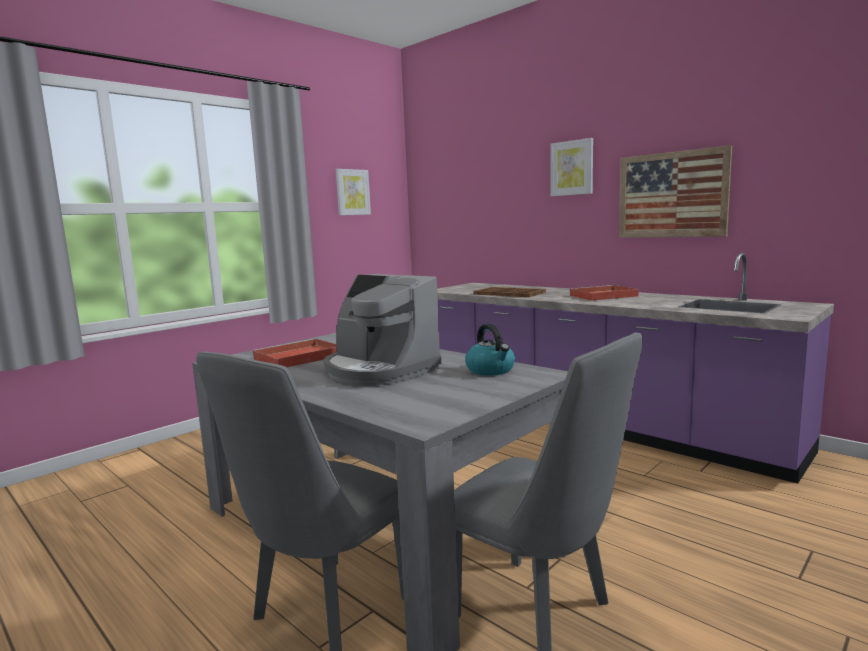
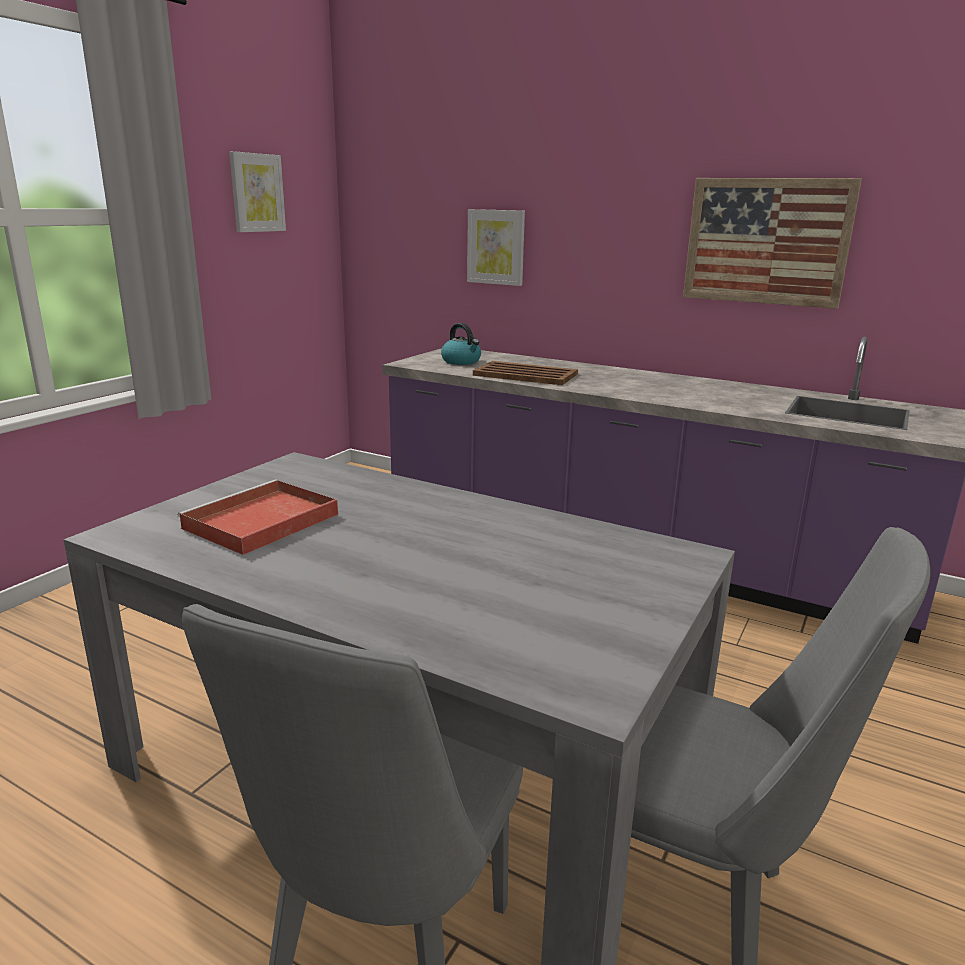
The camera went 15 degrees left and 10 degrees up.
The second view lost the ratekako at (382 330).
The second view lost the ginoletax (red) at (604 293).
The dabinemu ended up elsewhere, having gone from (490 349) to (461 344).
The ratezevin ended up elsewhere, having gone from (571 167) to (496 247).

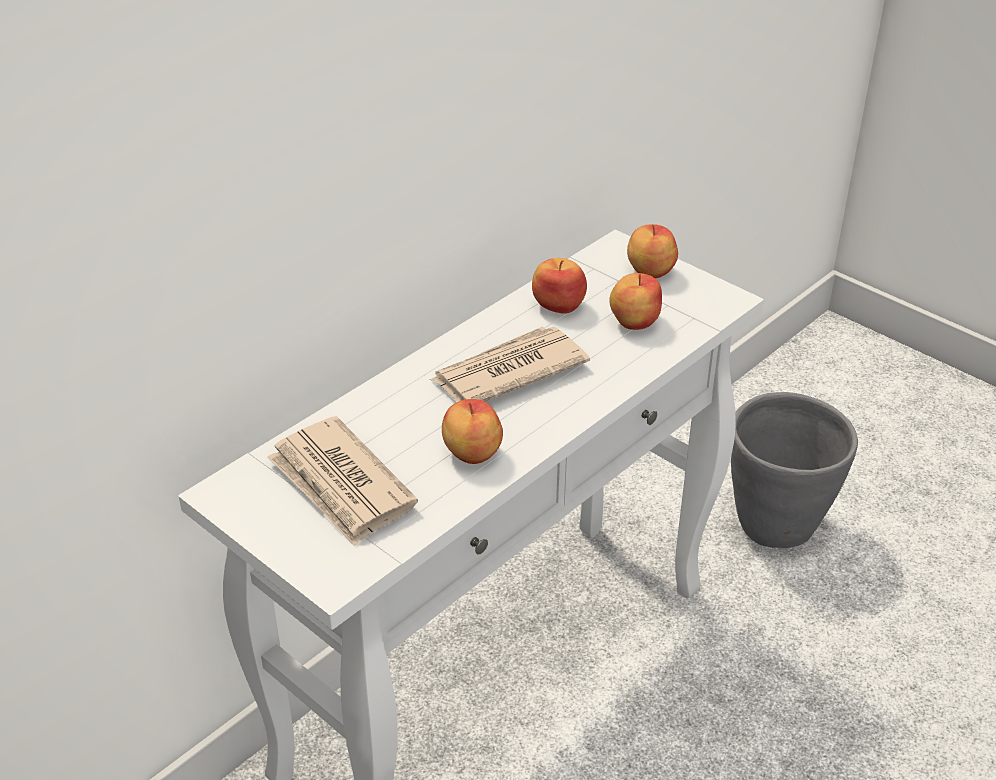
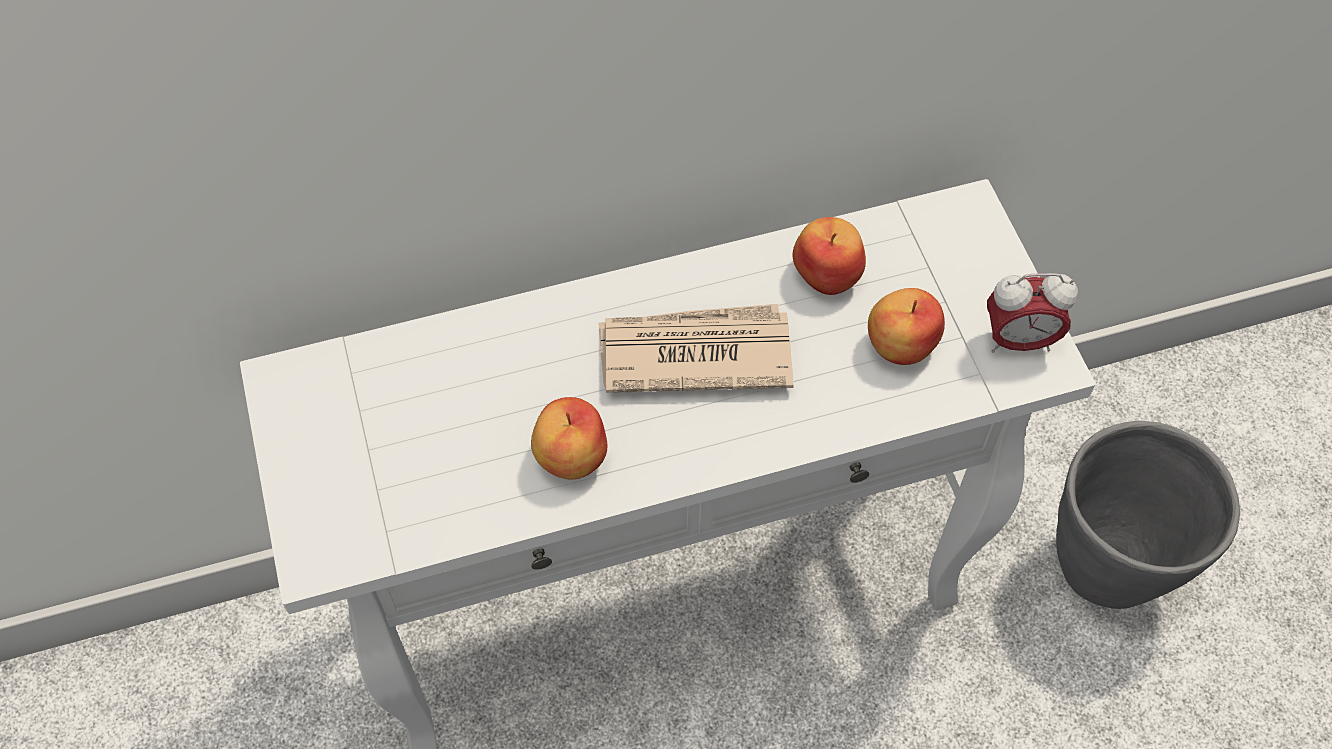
The camera went 30 degrees right and 20 degrees up.
The second view lost the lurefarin at (343 481).
The second view lost the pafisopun at (652 251).
The second view gained the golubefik at (1032 313).

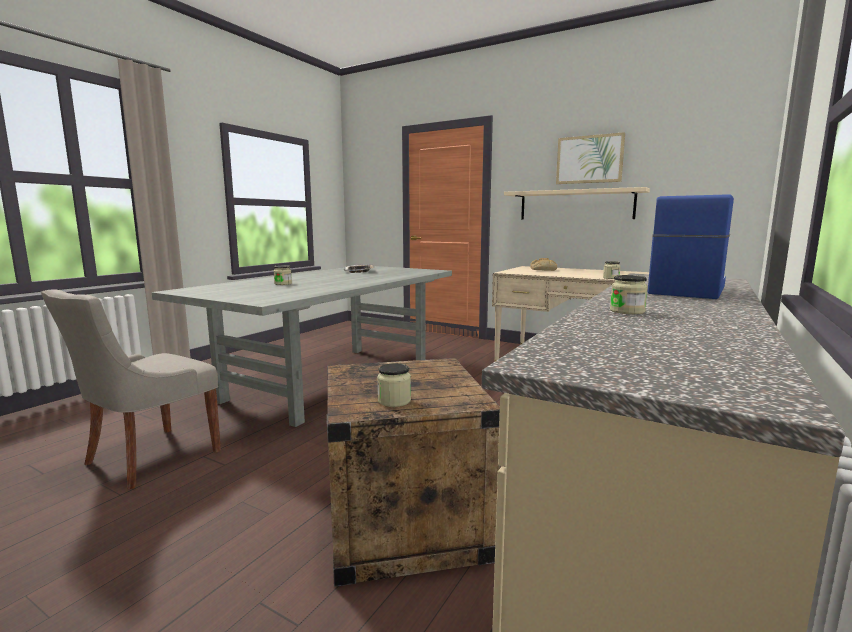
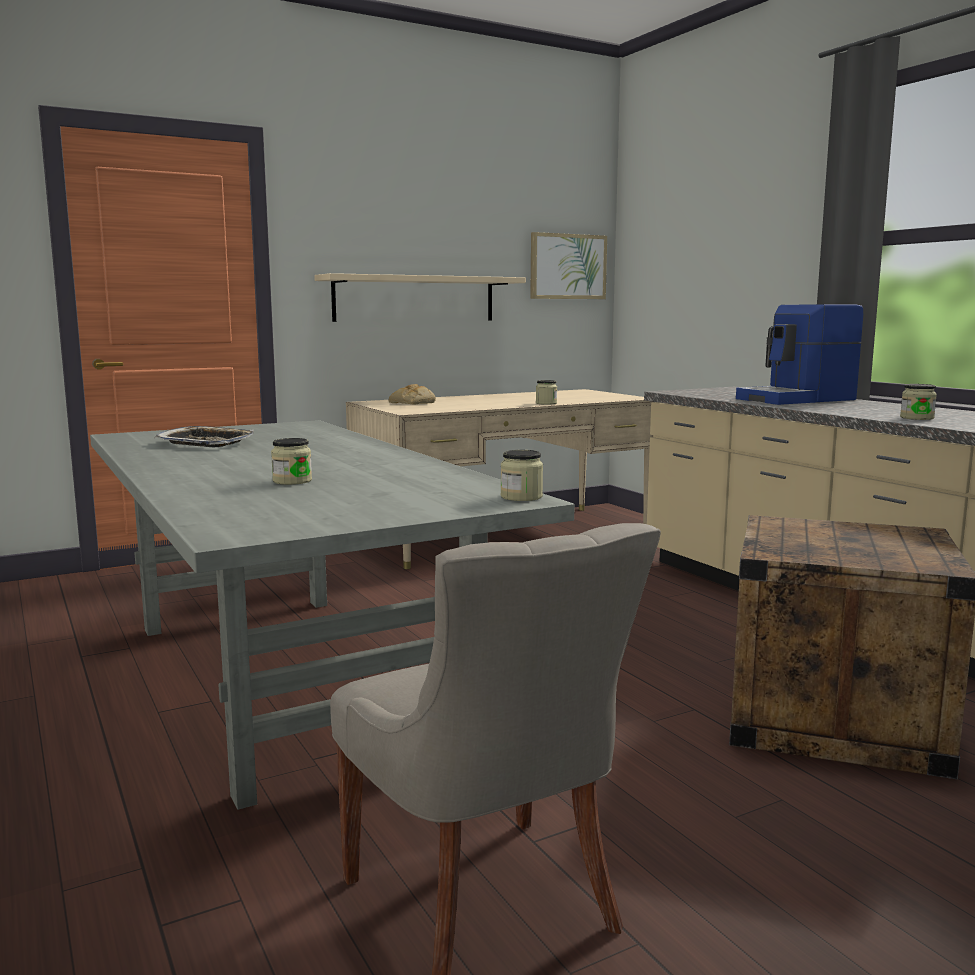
The camera went 60 degrees left and 0 degrees up.
The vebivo ended up elsewhere, having gone from (394 385) to (522 475).
The ratezevin ended up elsewhere, having gone from (590 158) to (568 265).
The ratekako at (690 246) ended up facing another way, 90 degrees counterclockwise from before.

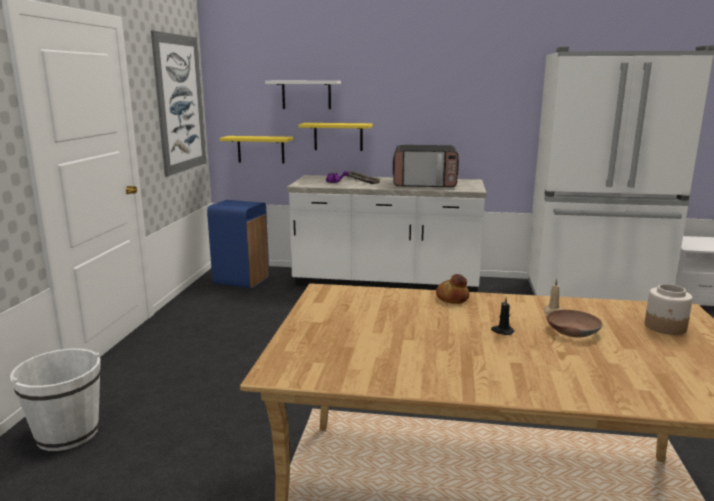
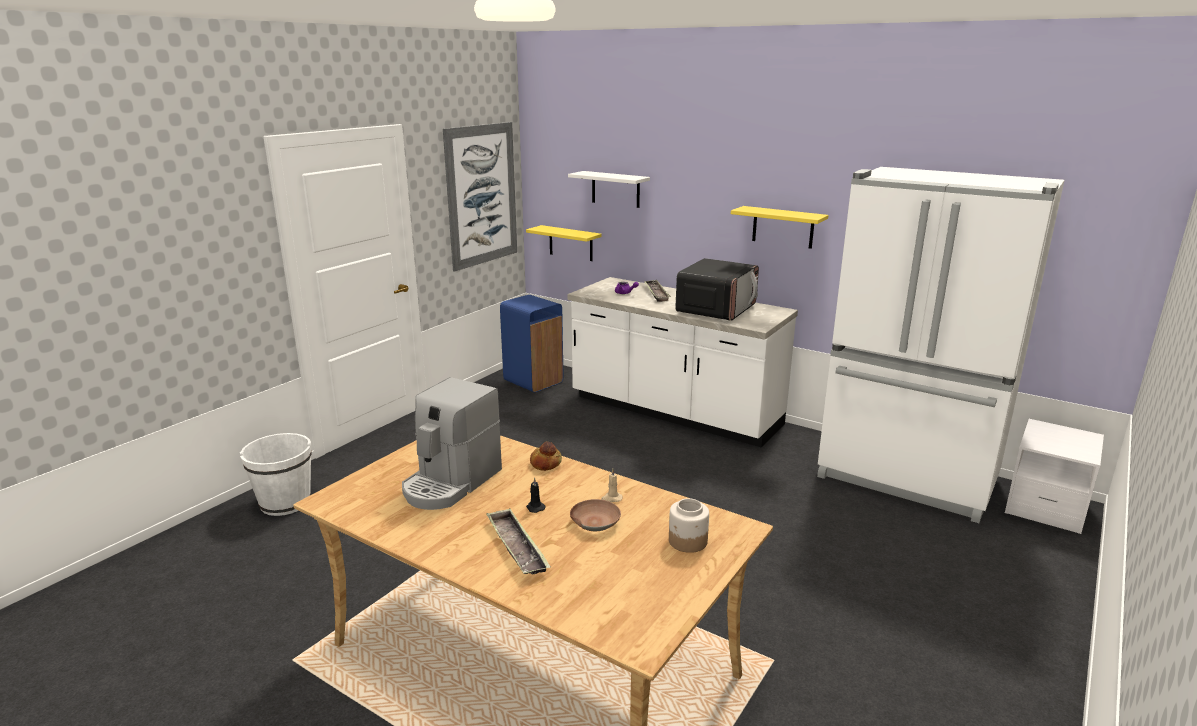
The camera went 25 degrees right and 5 degrees up.
The second view gained the ratekako at (452 443).
The second view gained the ginoletax at (518 541).
The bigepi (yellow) ended up elsewhere, having gone from (336 137) to (779 227).
The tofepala at (426 166) ended up facing another way, 90 degrees counterclockwise from before.

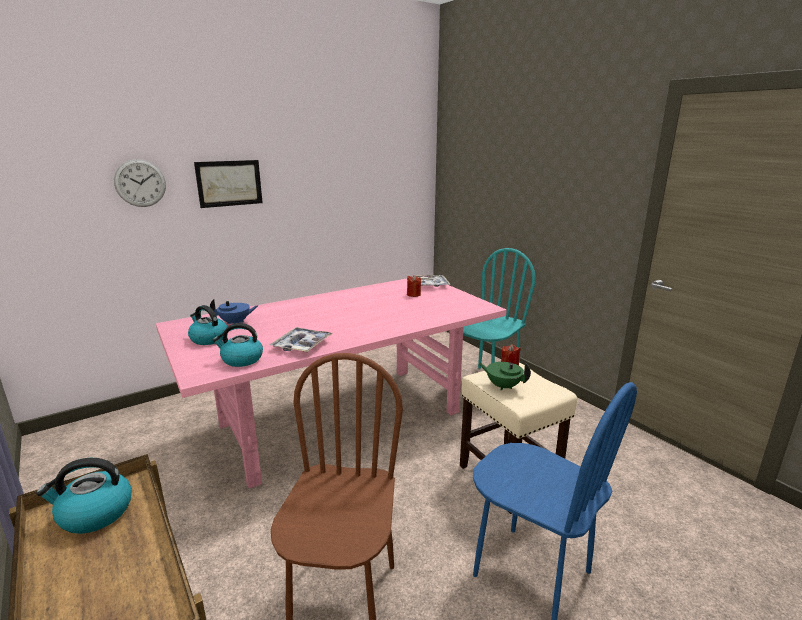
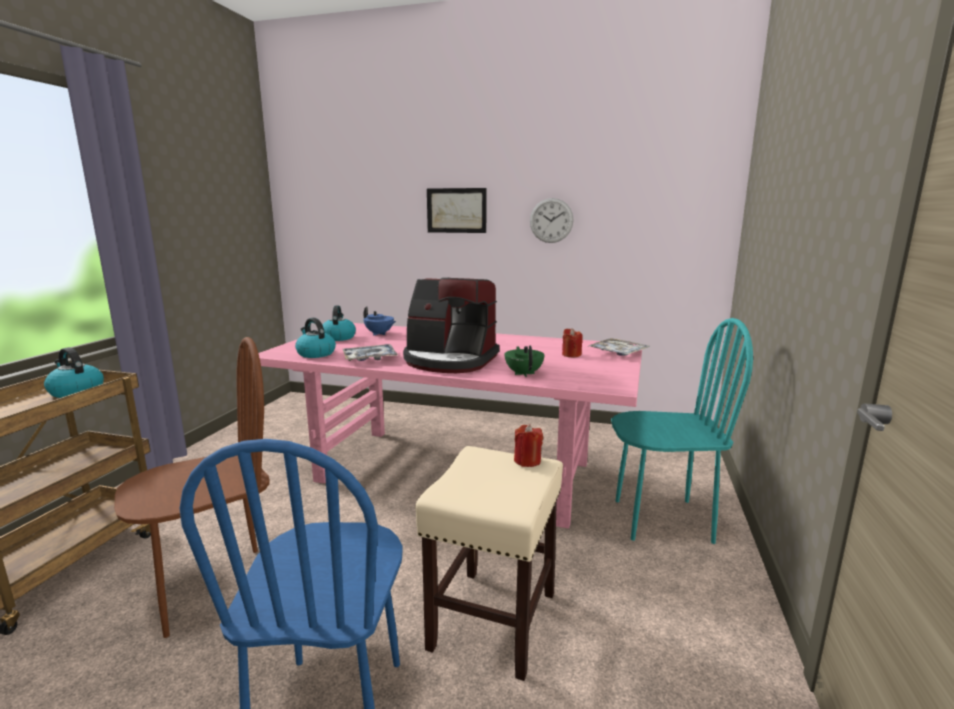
The camera went 50 degrees right and 5 degrees down.
The second view gained the ratekako at (451 325).
The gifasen ended up elsewhere, having gone from (140 183) to (552 220).
The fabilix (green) ended up elsewhere, having gone from (504 376) to (524 361).

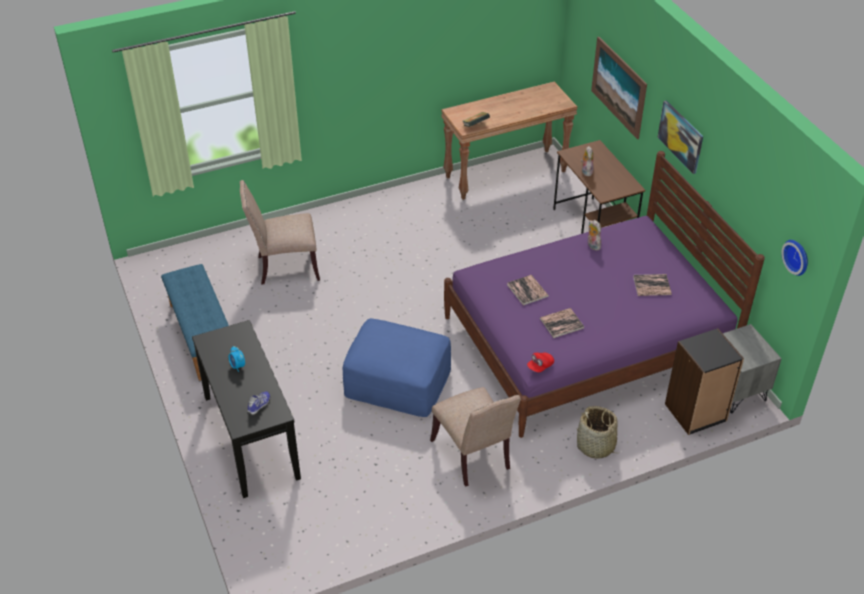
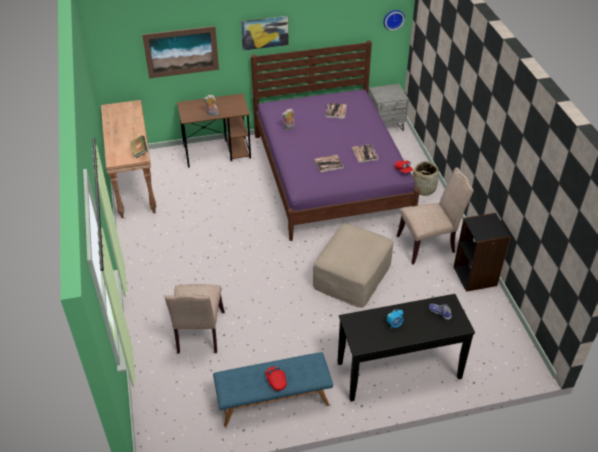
The camera went 80 degrees left and 0 degrees up.
The second view gained the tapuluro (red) at (276 379).
The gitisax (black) ended up elsewhere, having gone from (704 381) to (482 252).
What was the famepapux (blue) at (397 367) turned into the famepapux (beige) at (353 265).

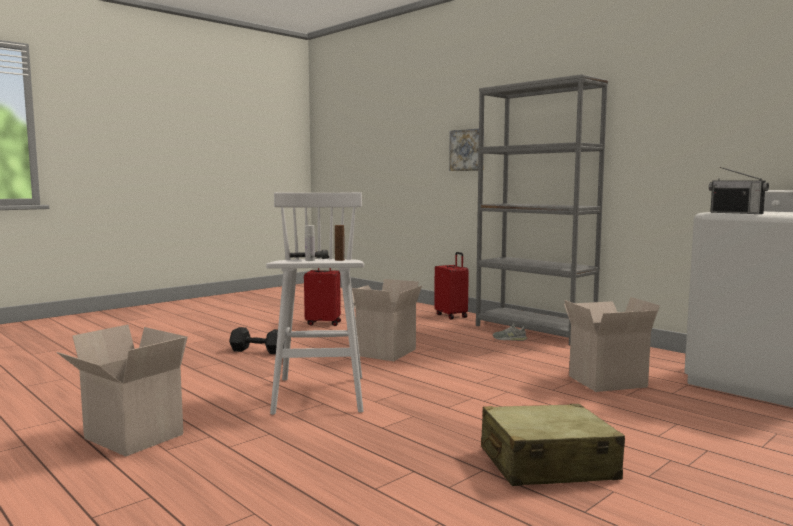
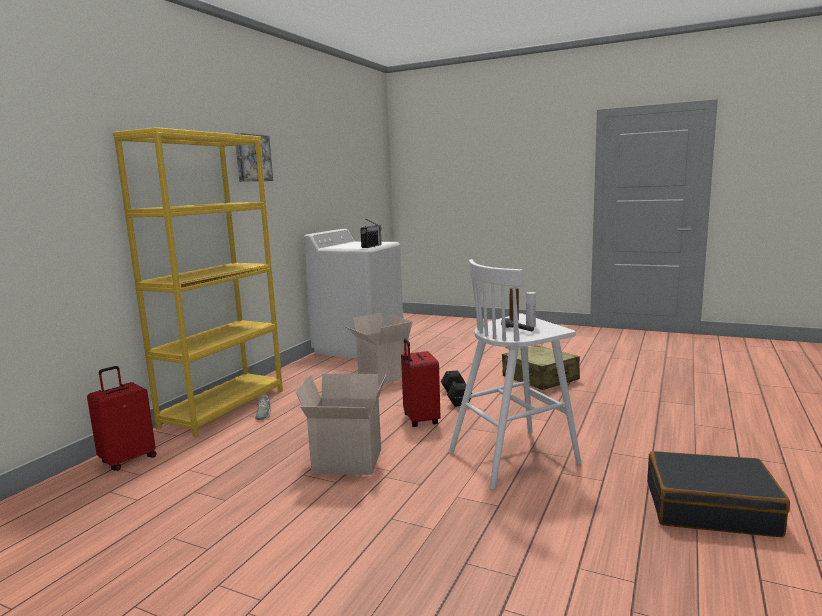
The camera went 110 degrees left and 5 degrees up.
The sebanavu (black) ended up elsewhere, having gone from (256 340) to (456 388).
The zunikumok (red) ended up elsewhere, having gone from (322 291) to (420 383).
The ratezevin ended up elsewhere, having gone from (466 150) to (253 157).
Where the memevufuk stood at (122 390), the zunikumok (black) came to stand at (718 494).
What was the gitisax (grey) at (542 209) turned into the gitisax (yellow) at (197 282).

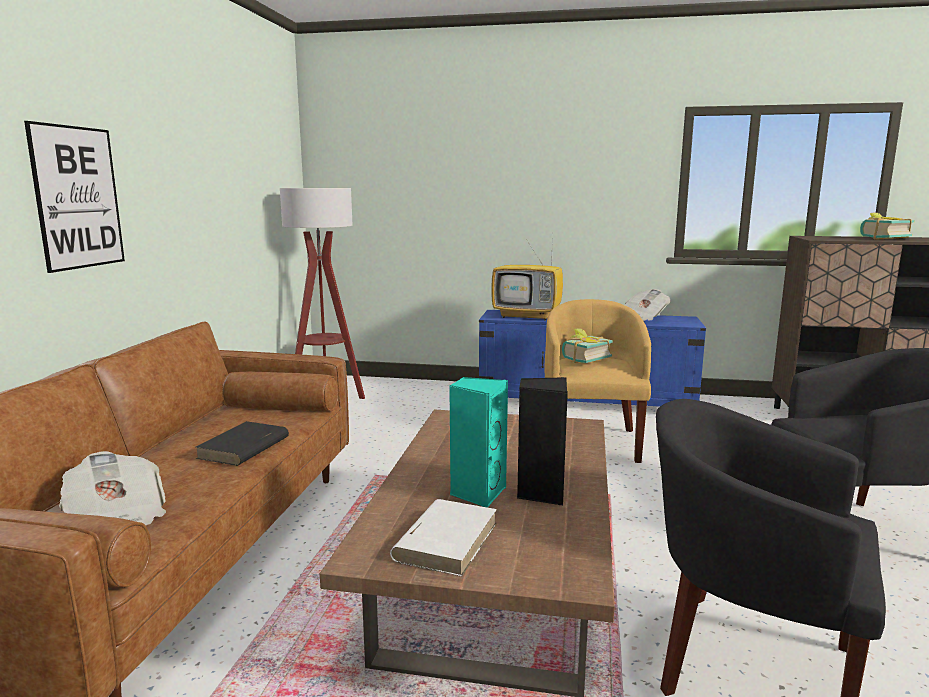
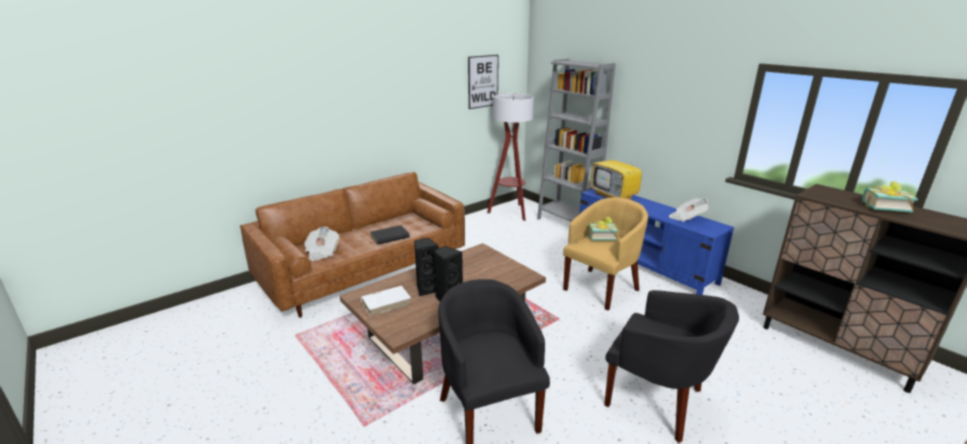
The camera went 40 degrees right and 10 degrees up.
The second view gained the gitisax (grey) at (576 140).
The ratezevin ended up elsewhere, having gone from (74 197) to (483 82).
What was the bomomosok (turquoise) at (478 442) turned into the bomomosok (black) at (426 267).

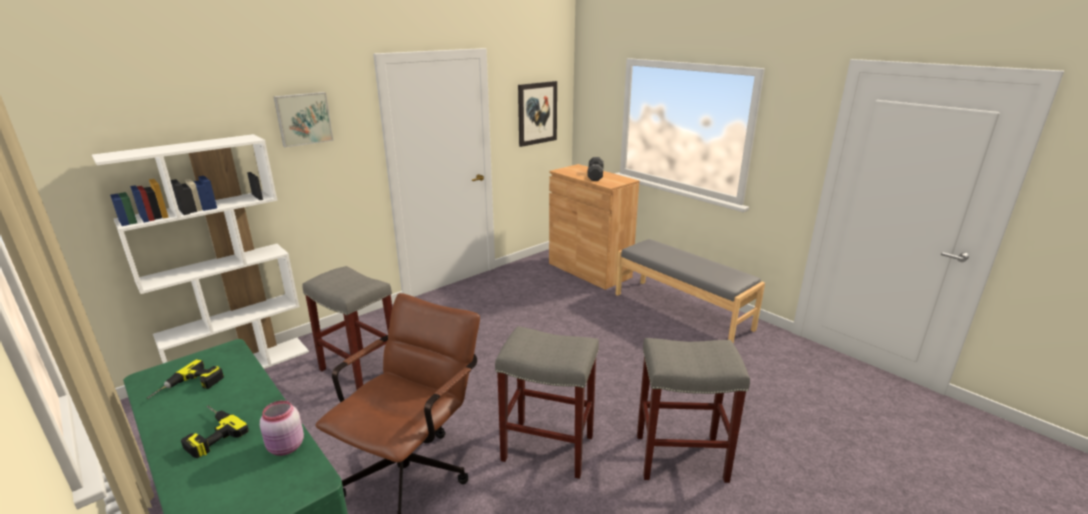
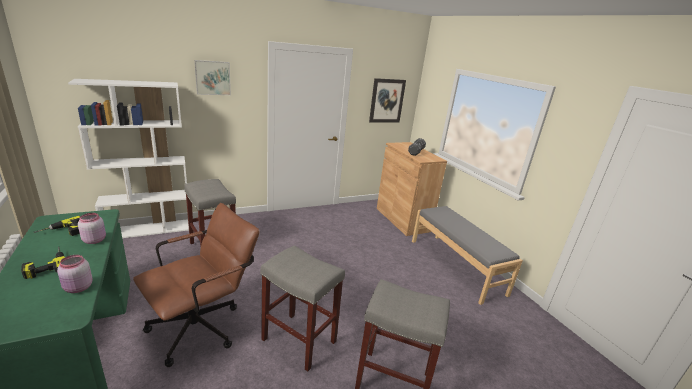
The camera went 15 degrees right and 0 degrees up.
The second view gained the vebivo (pink) at (92 228).

